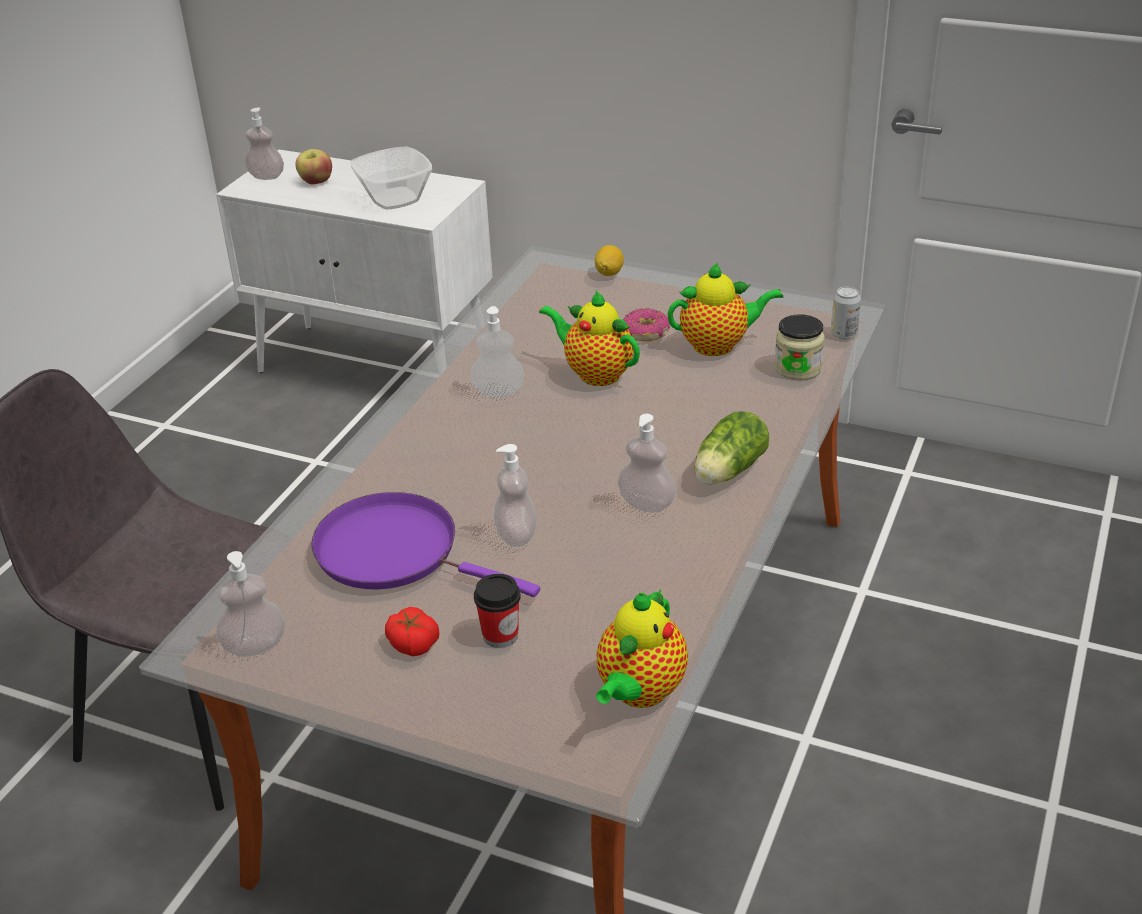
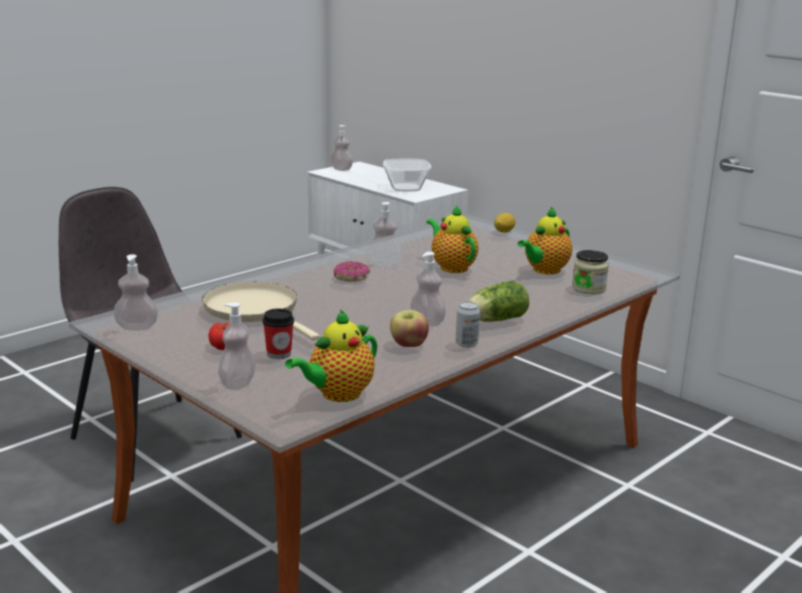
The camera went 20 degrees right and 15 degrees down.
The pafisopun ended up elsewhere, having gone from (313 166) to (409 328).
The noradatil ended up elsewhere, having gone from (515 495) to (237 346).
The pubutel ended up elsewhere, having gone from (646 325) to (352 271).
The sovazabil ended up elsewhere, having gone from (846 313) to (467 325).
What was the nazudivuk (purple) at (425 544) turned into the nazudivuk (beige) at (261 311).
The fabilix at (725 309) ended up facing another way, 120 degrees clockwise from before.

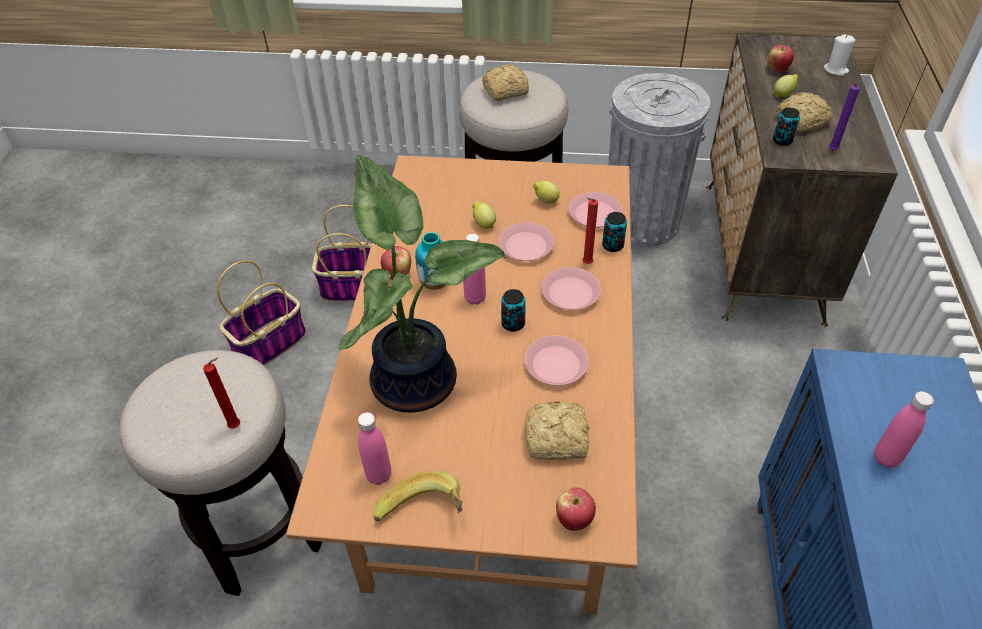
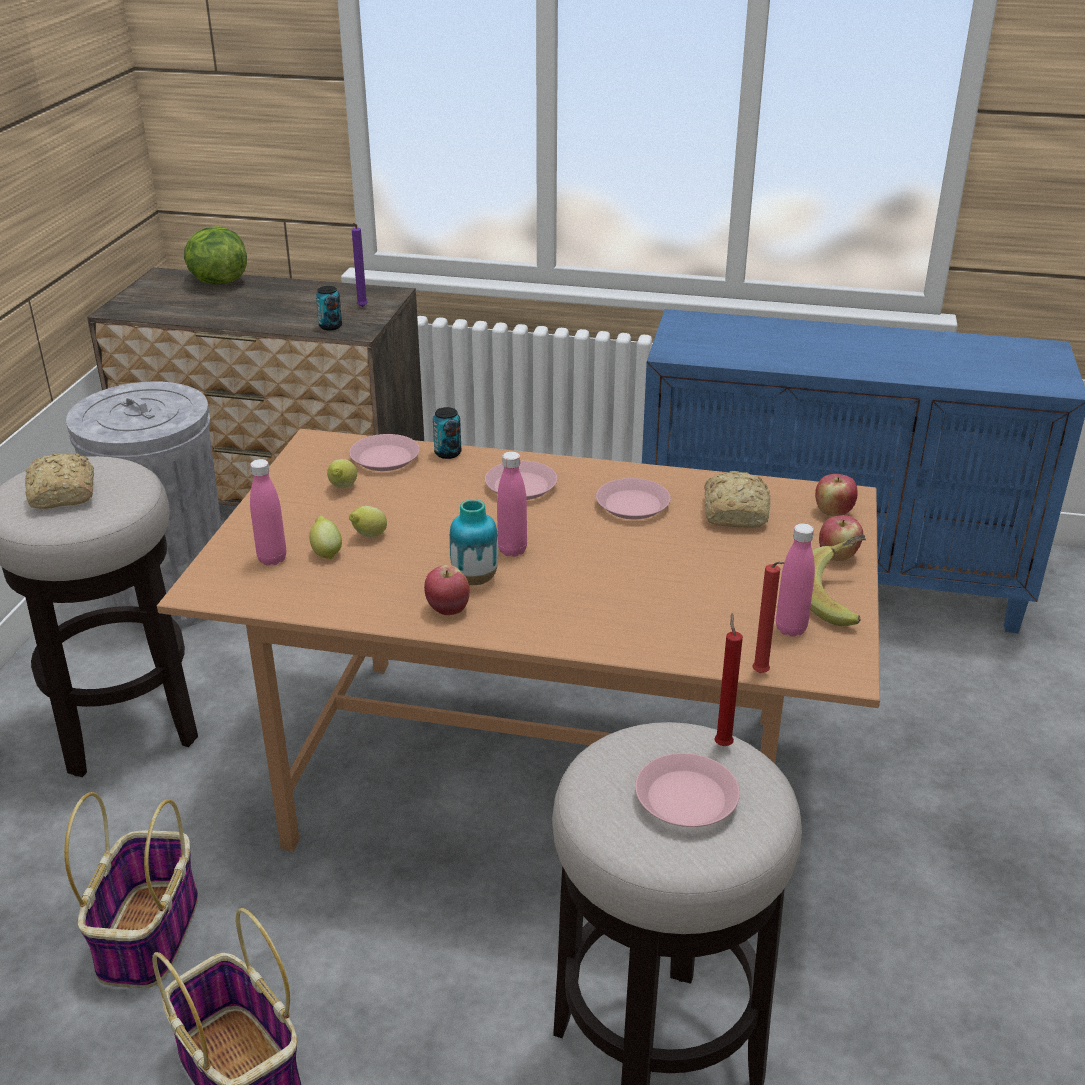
The camera went 85 degrees left and 15 degrees down.
The second view lost the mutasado at (422 284).
The second view lost the sovazabil at (513 310).
The second view lost the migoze at (803 112).
The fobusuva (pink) ended up elsewhere, having gone from (526 242) to (687 790).
The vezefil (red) ended up elsewhere, having gone from (590 231) to (768 617).
The pafisopun ended up elsewhere, having gone from (781 58) to (841 538).
The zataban ended up elsewhere, having gone from (786 86) to (325 537).
The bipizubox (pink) ended up elsewhere, having gone from (904 429) to (268 512).
Where the vezefil (white) stood at (839 55), the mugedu came to stand at (215 255).

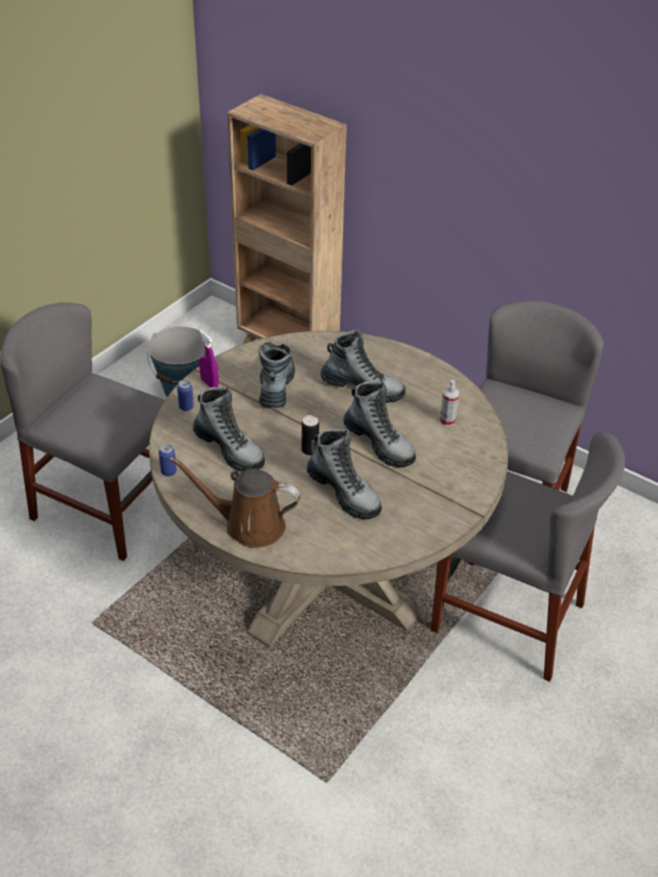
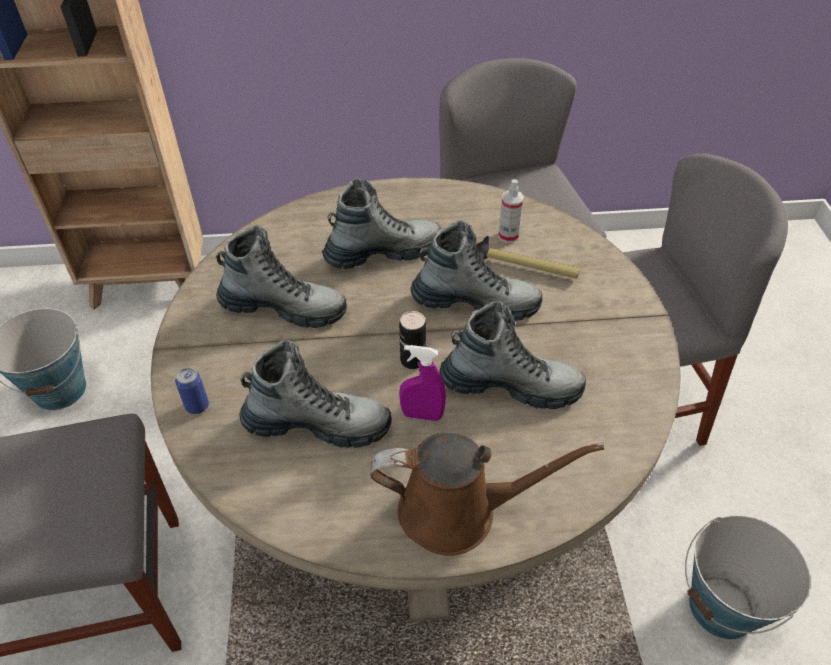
The camera went 40 degrees left and 5 degrees up.
The second view lost the sovazabil at (168 460).
The second view gained the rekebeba at (528 257).
The second view gained the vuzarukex at (748 577).
The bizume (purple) ended up elsewhere, having gone from (209 359) to (422 383).
The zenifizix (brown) at (234 502) ended up facing another way, 150 degrees counterclockwise from before.
The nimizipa at (277 375) ended up facing another way, 135 degrees clockwise from before.

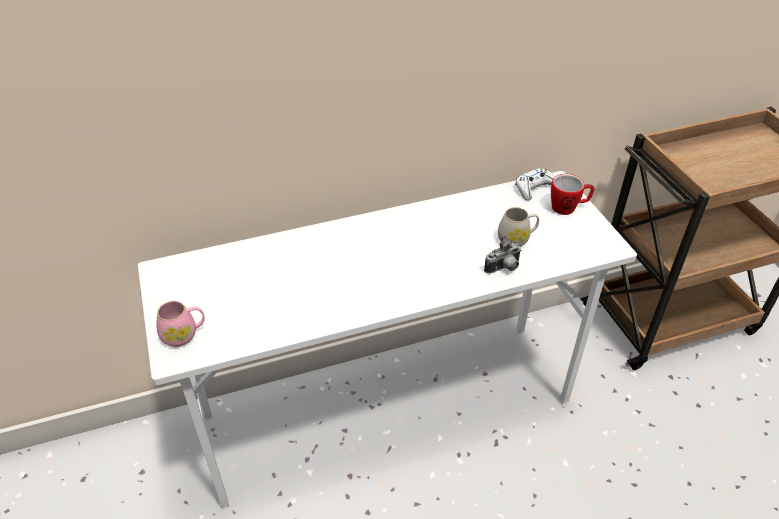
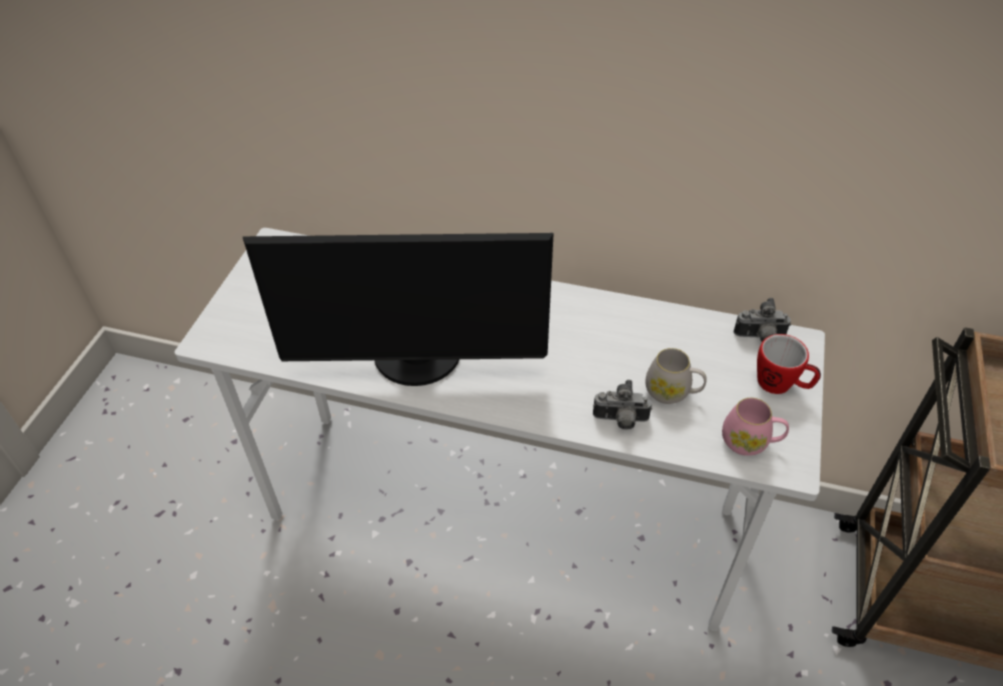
The camera went 35 degrees right and 5 degrees up.
The second view gained the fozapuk at (398 309).
The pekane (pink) ended up elsewhere, having gone from (181 324) to (755 427).
Where the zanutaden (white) stood at (535 184), the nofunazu came to stand at (762 320).

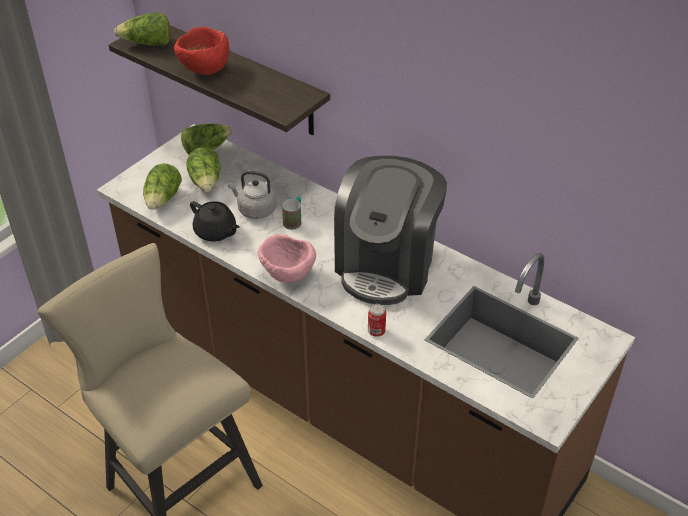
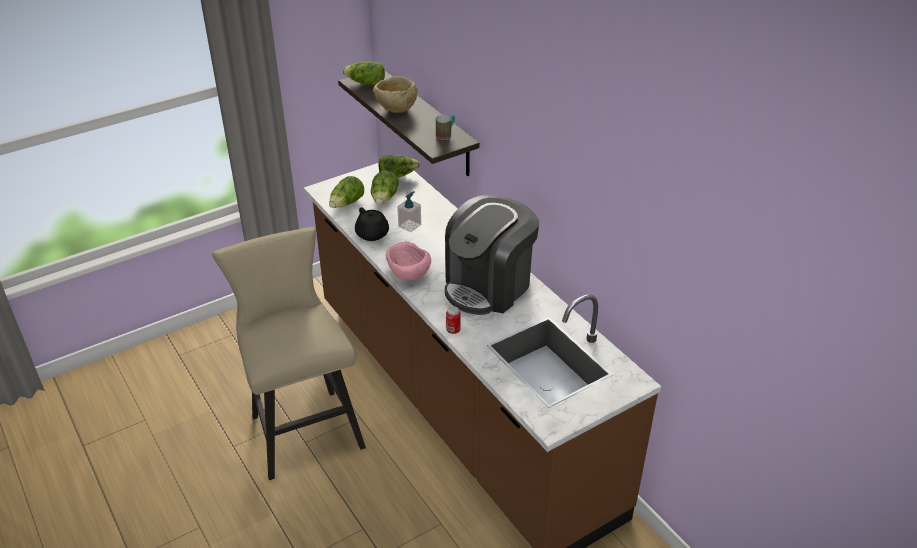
The camera went 20 degrees right and 5 degrees down.
The pekane ended up elsewhere, having gone from (291 213) to (445 127).
Where the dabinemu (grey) stood at (252 195), the noradatil came to stand at (409 211).
What was the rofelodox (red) at (202 51) turned into the rofelodox (beige) at (395 94).

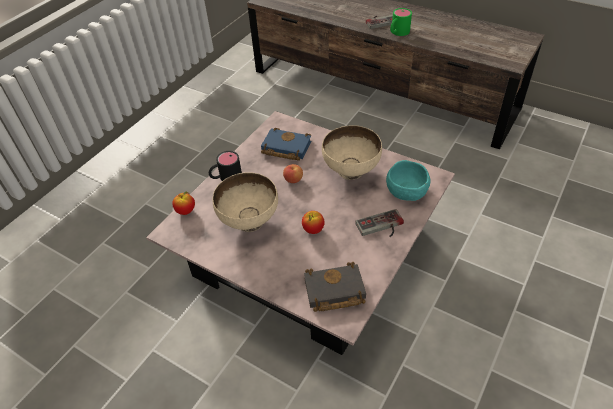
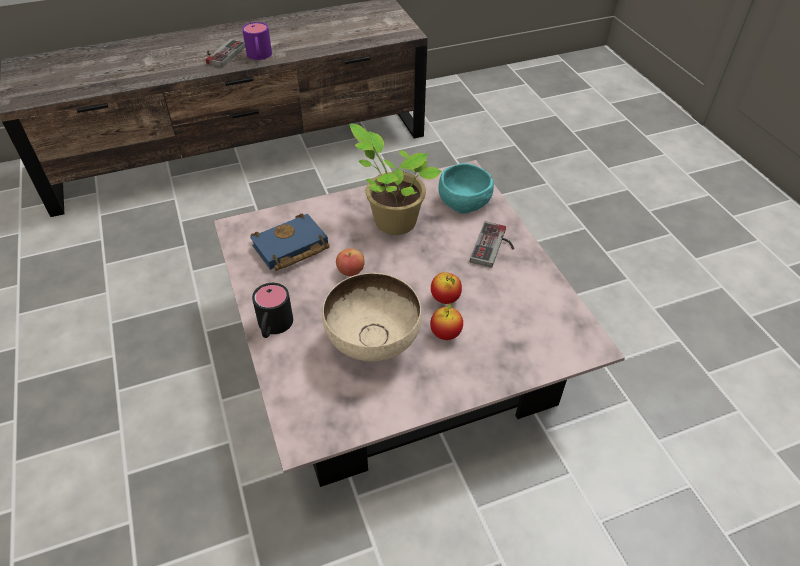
The camera went 55 degrees left and 0 degrees up.
The second view lost the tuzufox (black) at (335 287).
The pafisopun ended up elsewhere, having gone from (183 203) to (446 321).
Where the rofelodox (beige) stood at (352 152), the mutasado came to stand at (396 179).
What was the pekane (green) at (401 22) turned into the pekane (purple) at (257 41).

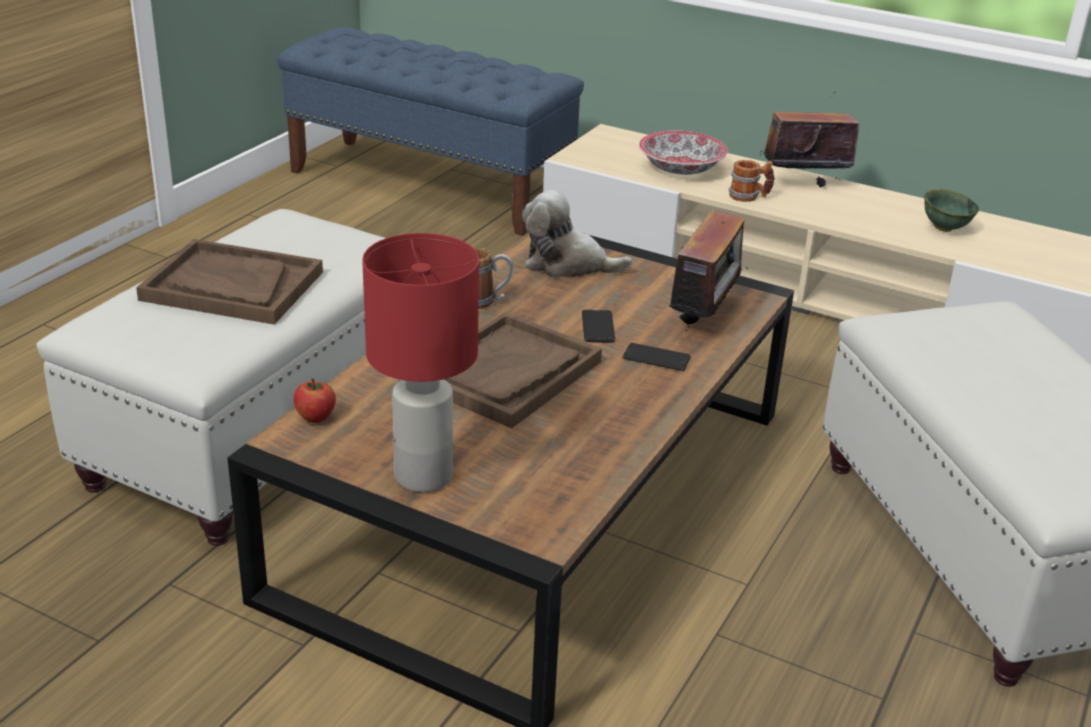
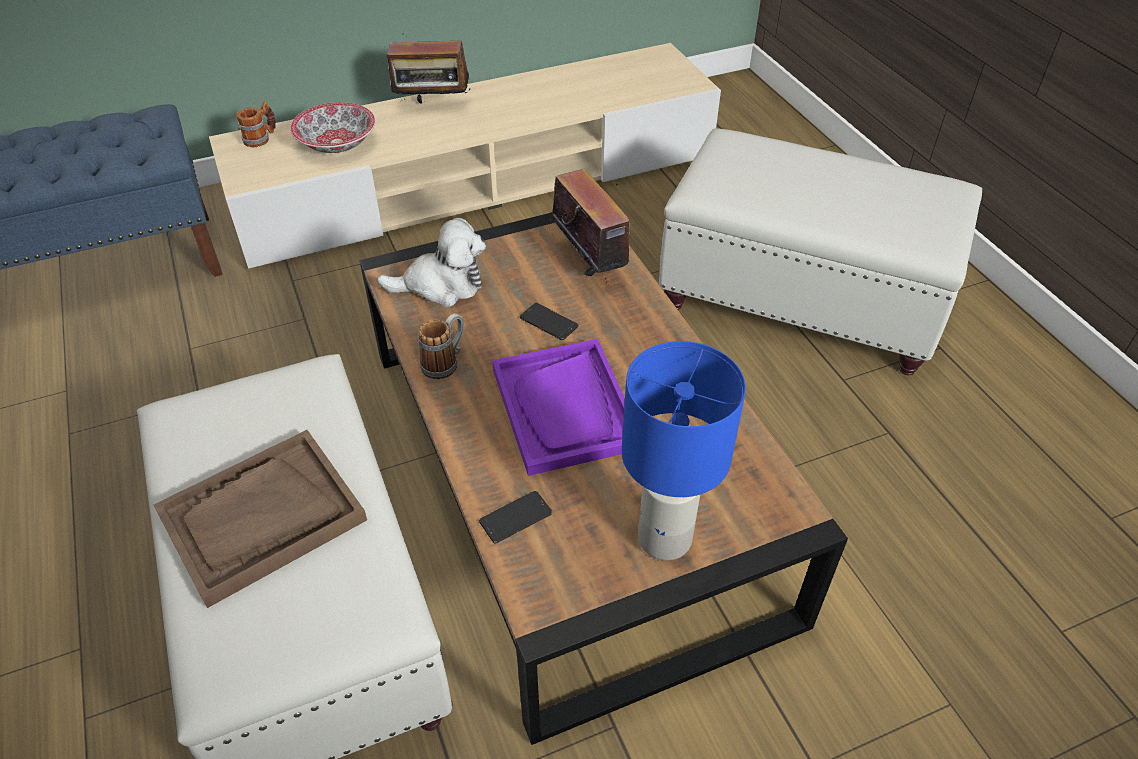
The camera went 50 degrees left and 15 degrees up.
The second view lost the pafisopun at (315 400).
The second view lost the rofelodox (green) at (951 210).
The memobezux ended up elsewhere, having gone from (657 357) to (515 517).
The pekane ended up elsewhere, having gone from (751 181) to (256 124).
What was the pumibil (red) at (420 362) turned into the pumibil (blue) at (684 450).
What was the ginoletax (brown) at (523 370) turned into the ginoletax (purple) at (558 407).
The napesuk at (577 234) ended up facing another way, 150 degrees counterclockwise from before.
The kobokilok at (813 139) ended up facing another way, 120 degrees counterclockwise from before.

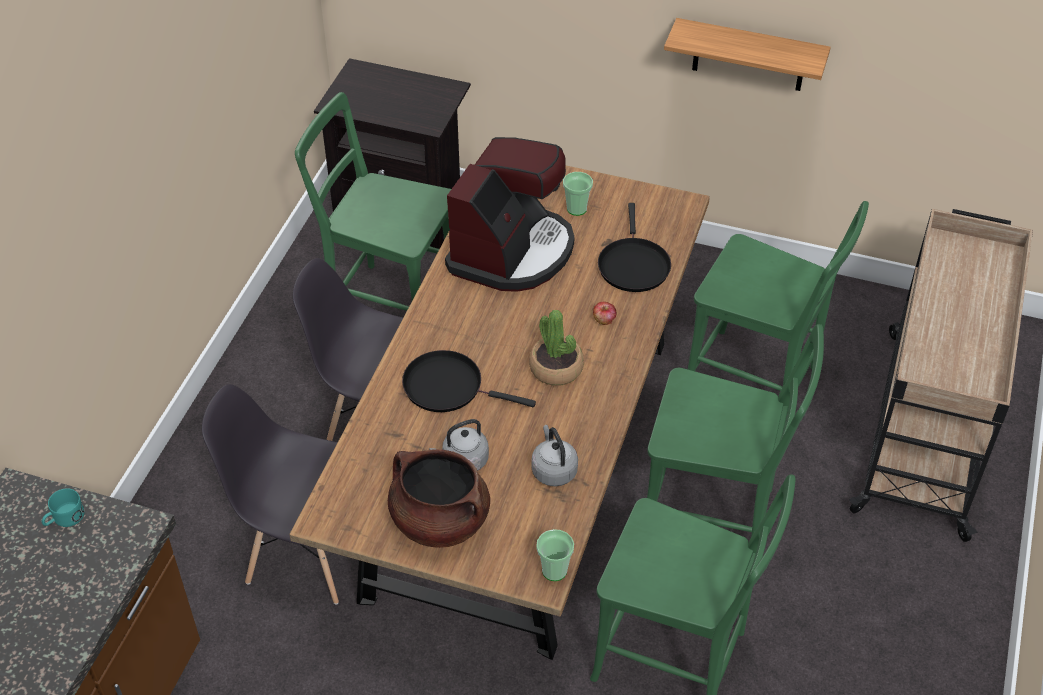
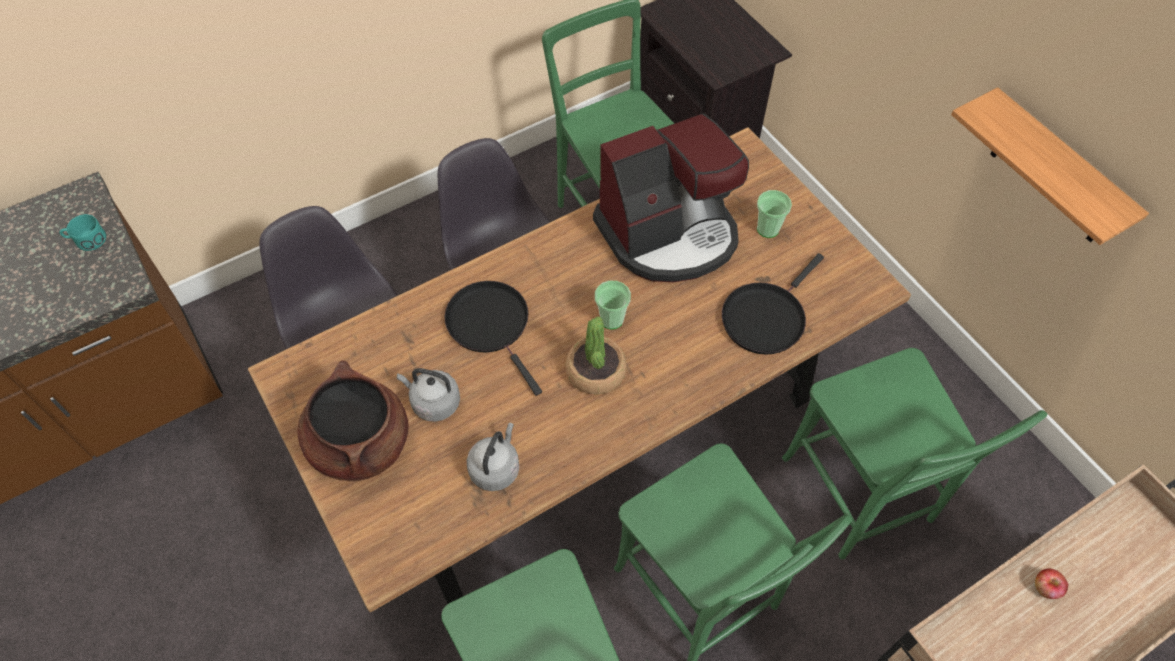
The camera went 40 degrees right and 10 degrees up.
The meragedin ended up elsewhere, having gone from (555 555) to (613 305).
The pafisopun ended up elsewhere, having gone from (604 313) to (1051 583).

